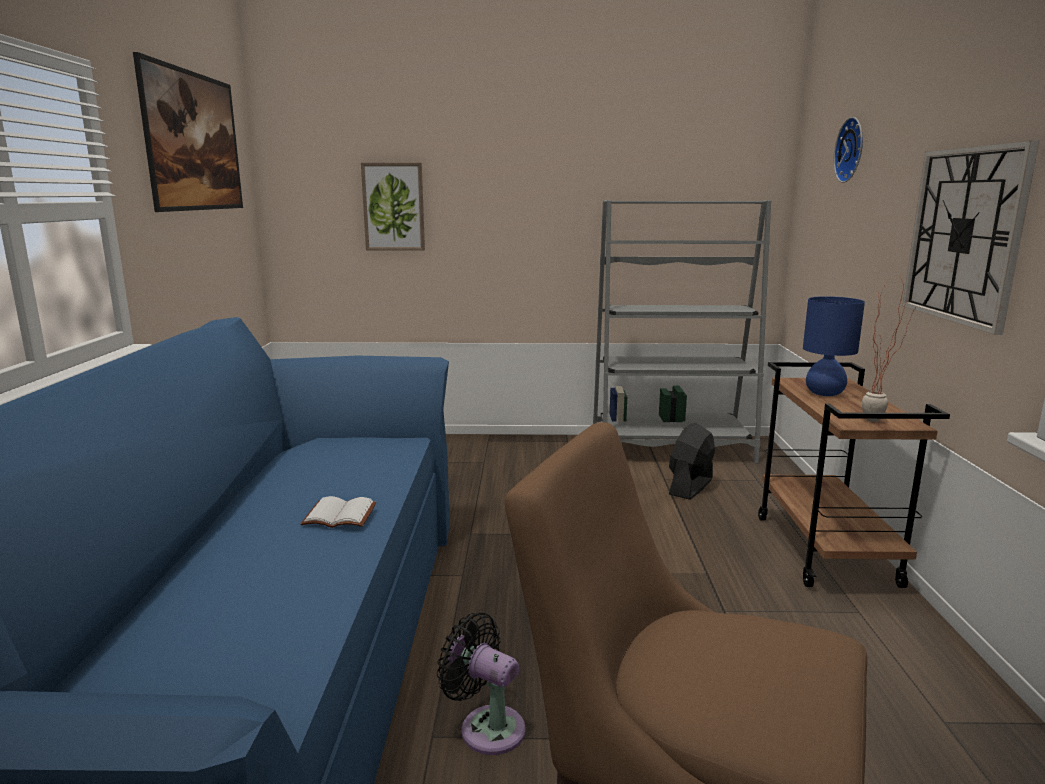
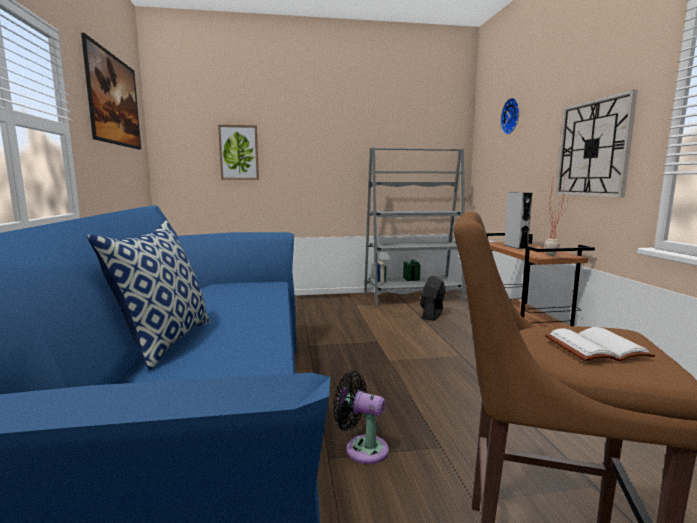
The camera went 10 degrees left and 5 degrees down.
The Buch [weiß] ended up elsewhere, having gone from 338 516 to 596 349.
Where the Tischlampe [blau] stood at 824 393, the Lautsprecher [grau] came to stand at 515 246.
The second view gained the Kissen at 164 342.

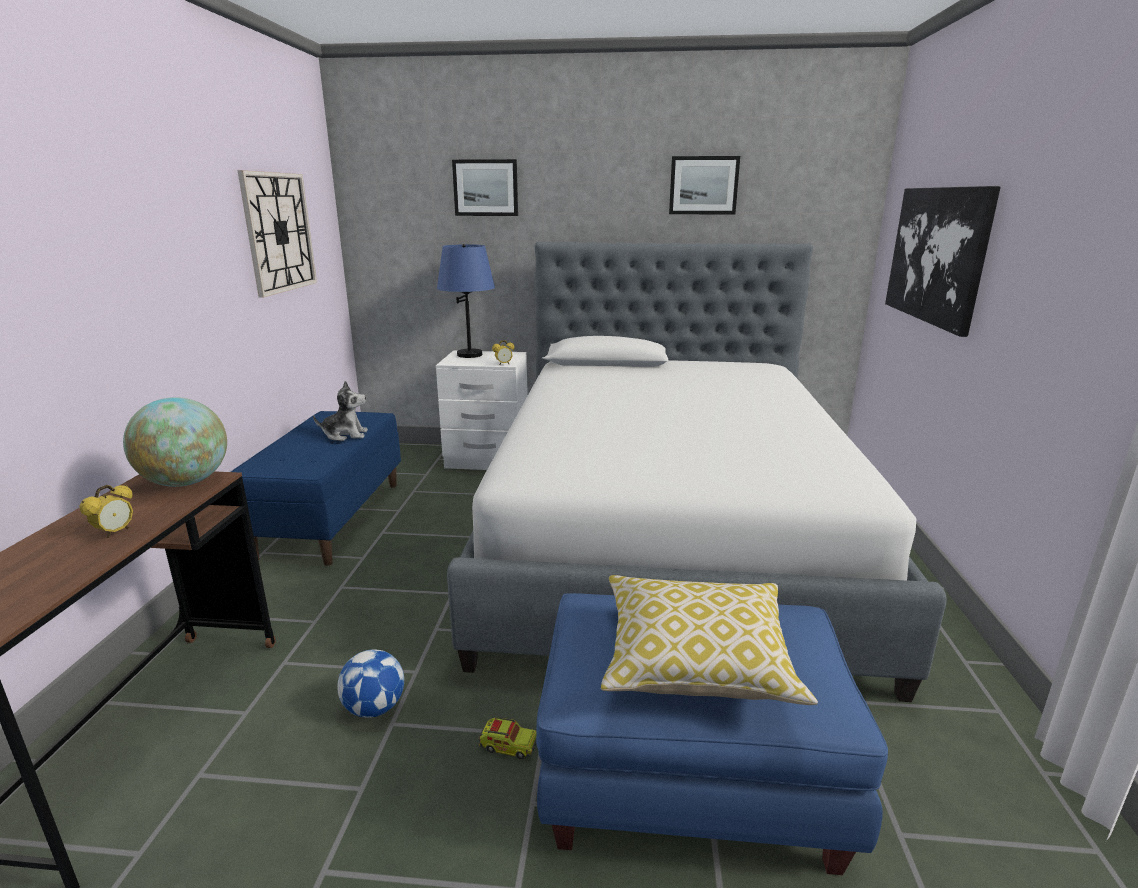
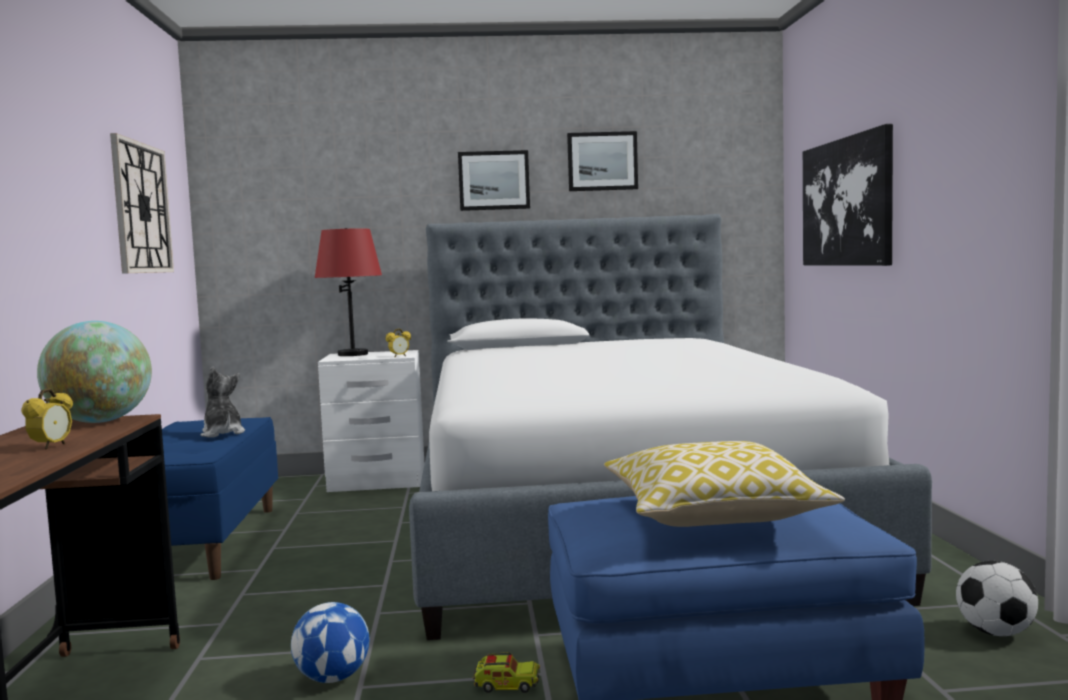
The camera went 10 degrees left and 15 degrees down.
The Plüschtier at 345 435 ended up facing another way, 105 degrees counterclockwise from before.
What was the Tischlampe [blau] at 469 355 turned into the Tischlampe [rot] at 352 354.
The Bild ended up elsewhere, having gone from 486 188 to 494 180.
The second view gained the Fußball at 995 633.

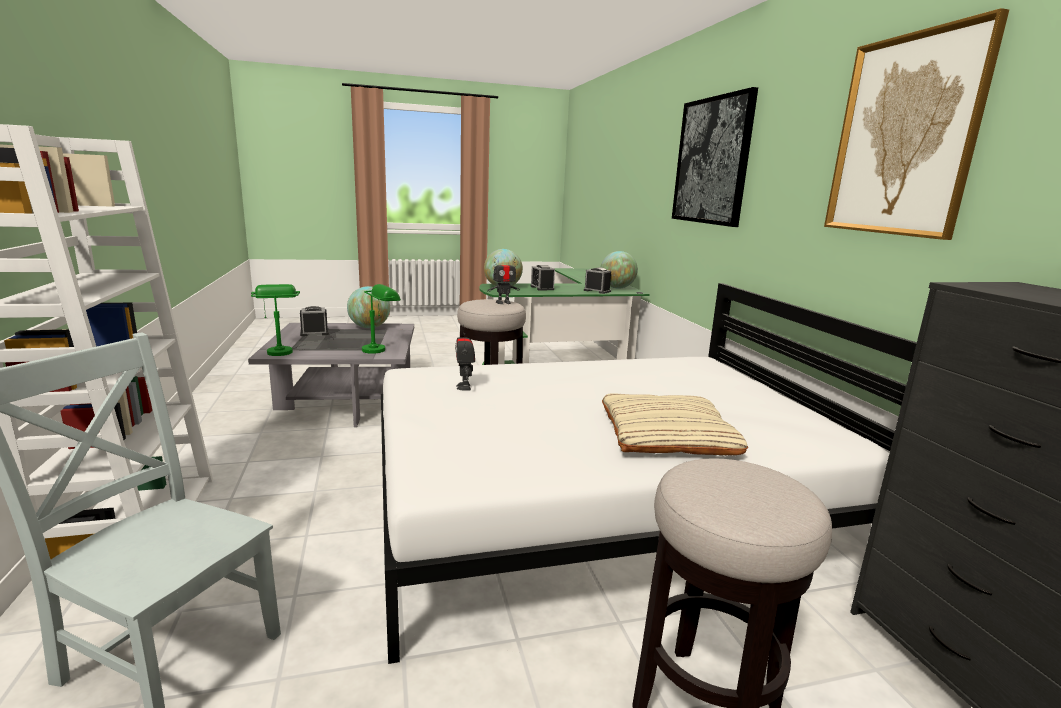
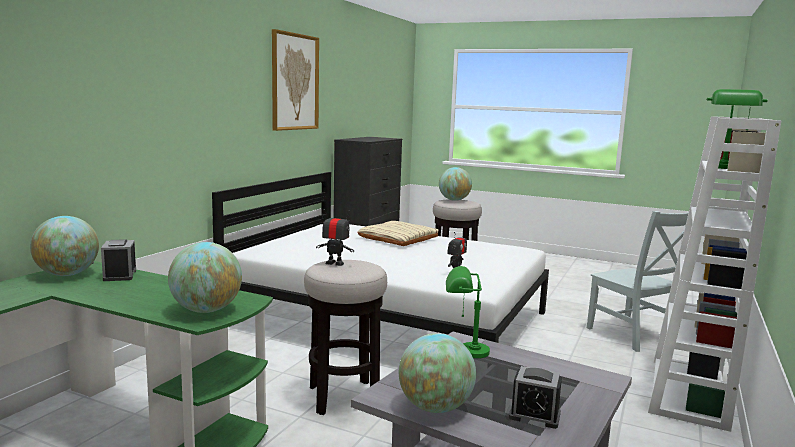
The camera went 140 degrees left and 5 degrees down.
The Tischlampe [grün] ended up elsewhere, having gone from 279 350 to 726 168.
The second view lost the Wecker at 542 288.
The second view lost the Bild at 712 161.
The second view gained the Globus at 454 200.

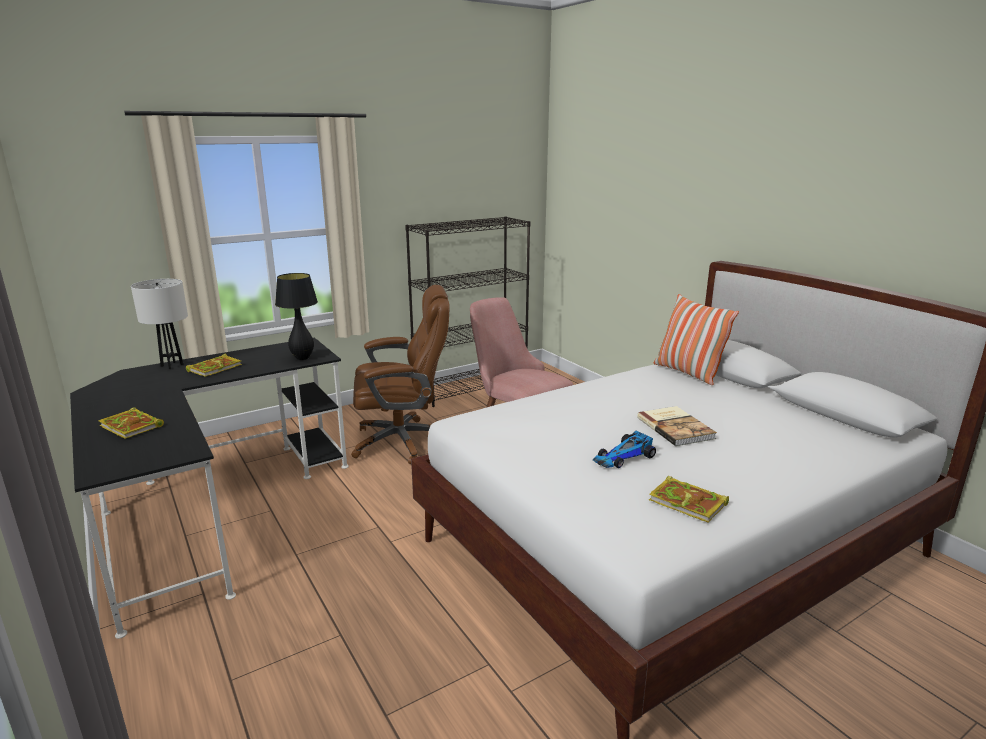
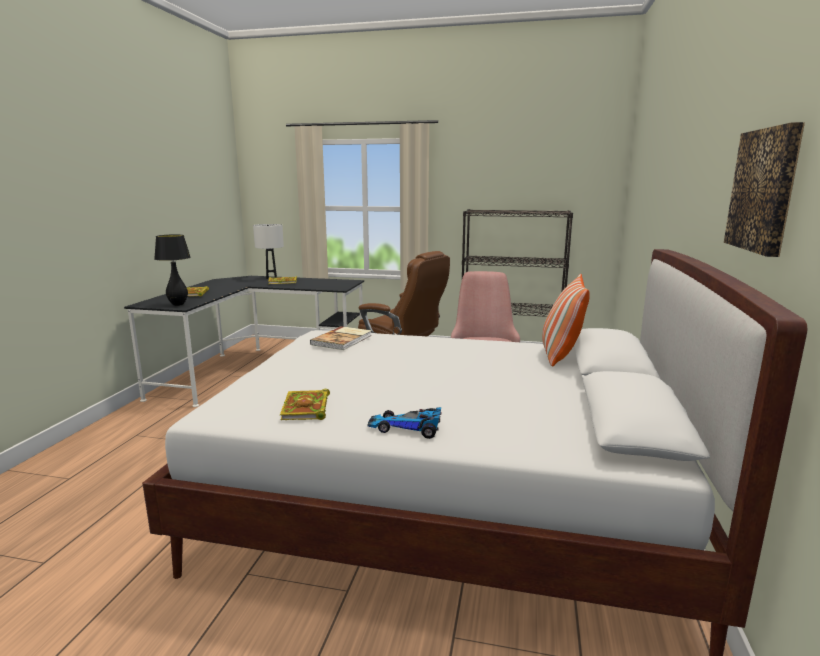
The camera went 45 degrees right and 5 degrees down.
The Tischlampe [schwarz] ended up elsewhere, having gone from 303 358 to 178 304.
The Spielzeugauto ended up elsewhere, having gone from 624 457 to 407 428.
The Buch ended up elsewhere, having gone from 676 427 to 343 340.
The second view gained the Bild at 764 190.

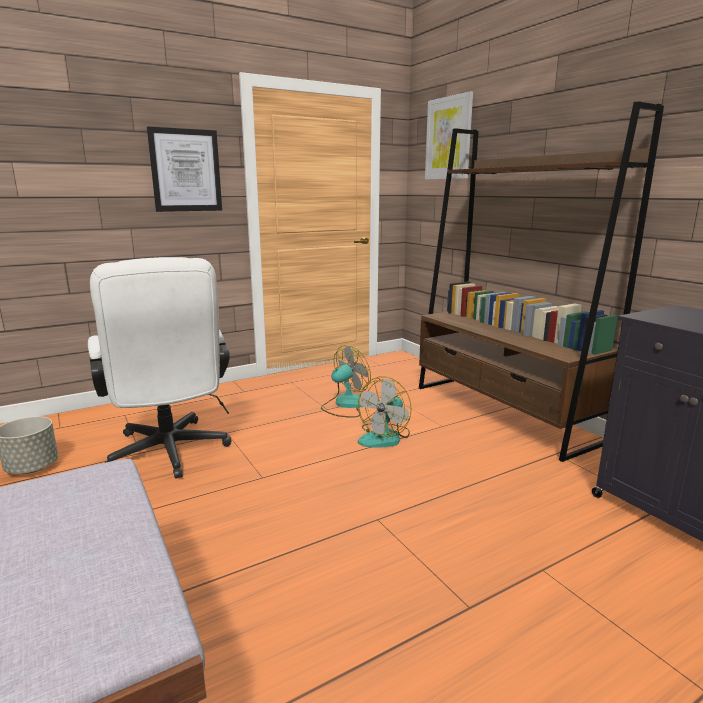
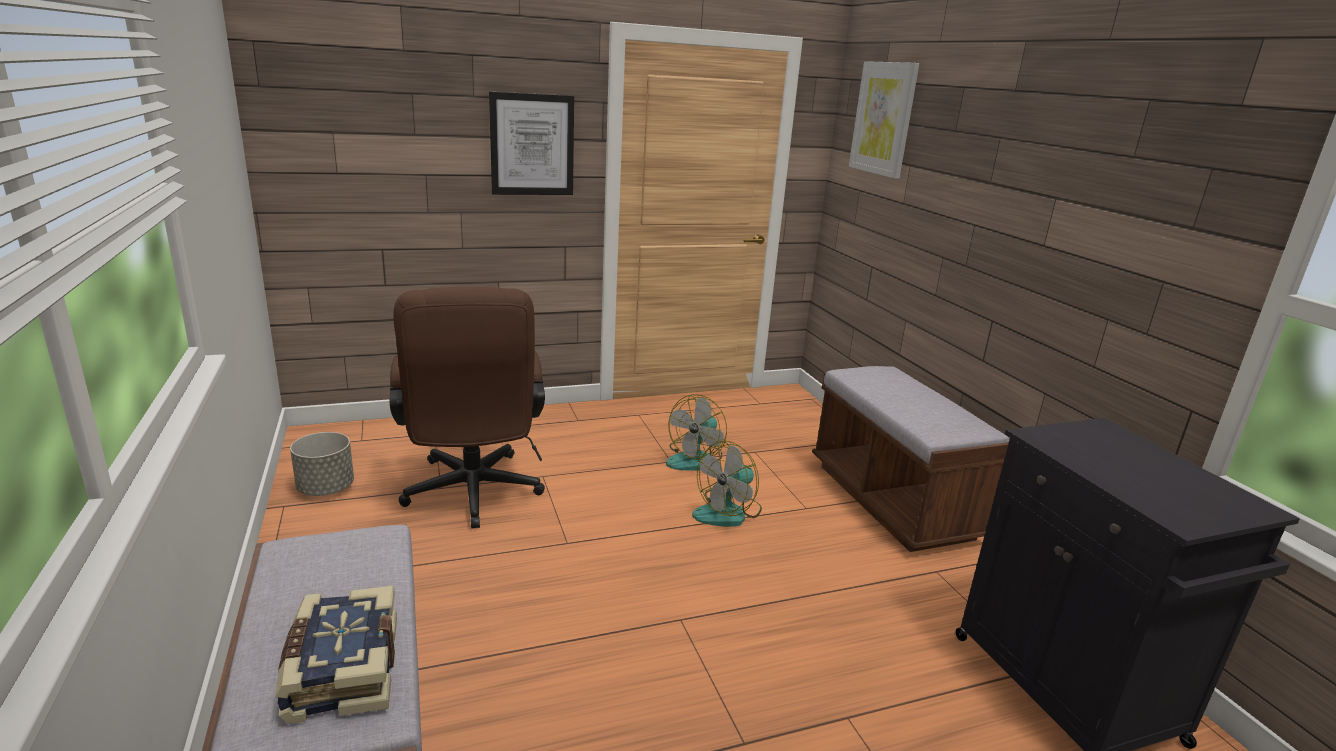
The camera went 10 degrees right and 5 degrees up.
What was the Bürostuhl [weiß] at 170 455 turned into the Bürostuhl [braun] at 472 496.
The Ventilator at 345 405 ended up facing another way, 150 degrees clockwise from before.
Where the Bücherregal [braun] stood at 502 413, the Bank [braun] came to stand at 892 501.
The second view gained the Buch at 341 670.

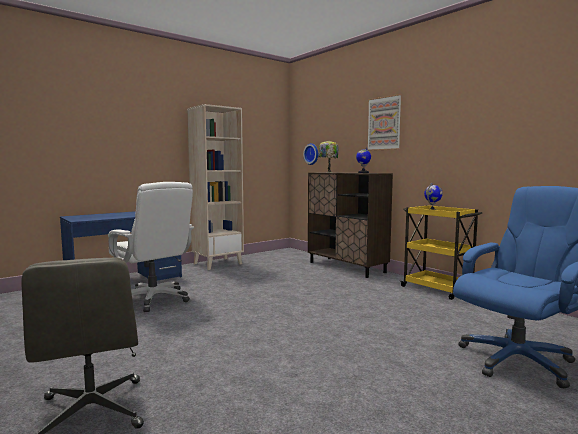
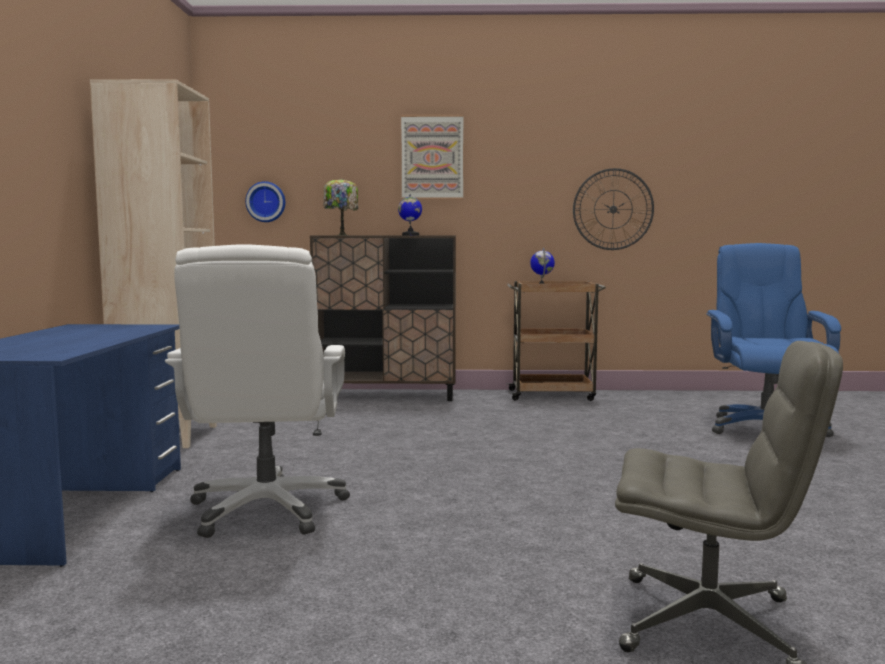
The camera went 50 degrees left and 0 degrees up.
The Bürostuhl [weiß] at 153 299 ended up facing another way, 90 degrees clockwise from before.
What was the Rollwagen [gelb] at 437 290 turned into the Rollwagen [braun] at 553 395.
The second view gained the Wanduhr at 613 209.

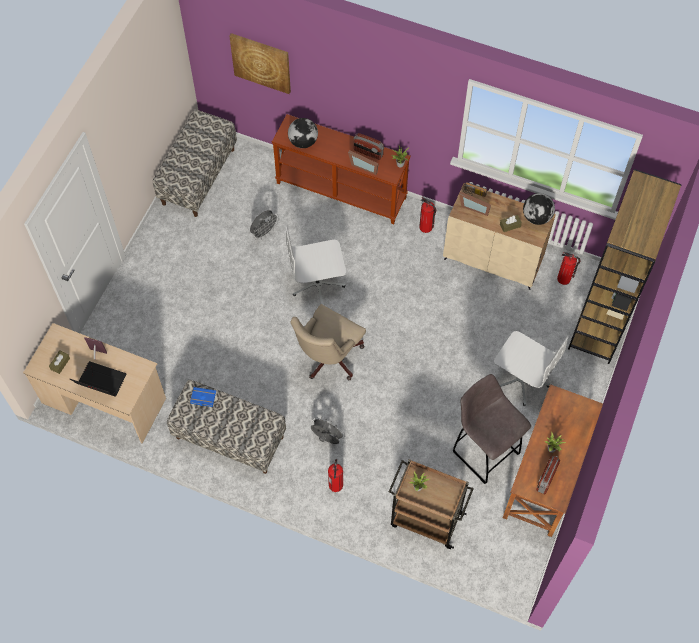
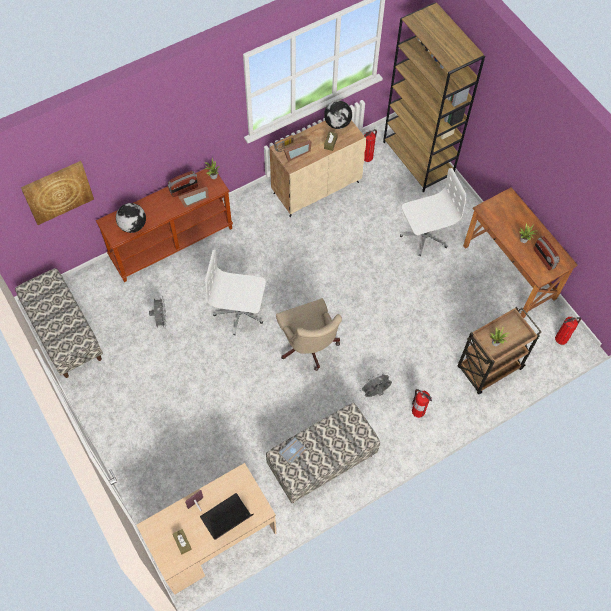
The camera went 55 degrees left and 0 degrees up.
What was the Buch [blau] at 202 398 turned into the Buch [grau] at 292 452.
The Bürostuhl [weiß] at 318 284 ended up facing another way, 75 degrees clockwise from before.
The Feuerlöscher ended up elsewhere, having gone from 426 227 to 561 338.
The second view lost the Hocker [grau] at 484 451.

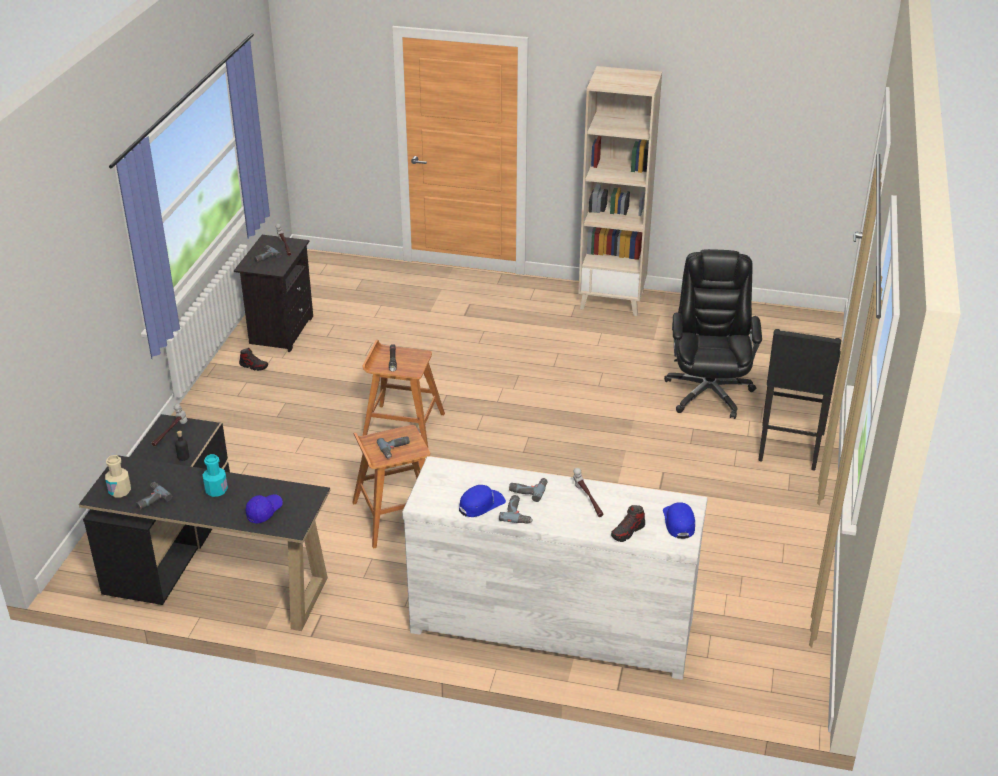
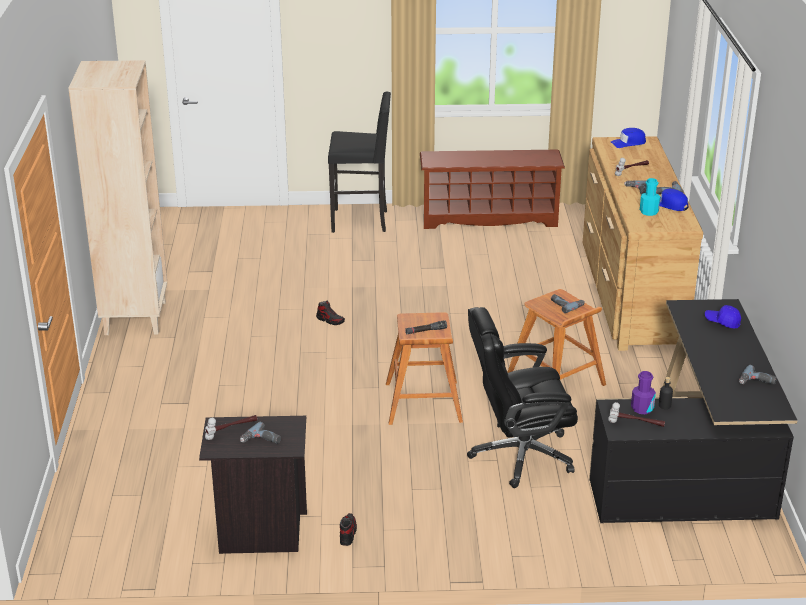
The camera went 105 degrees left and 5 degrees down.
The second view lost the Flasche [beige] at 120 491.
The Flasche [türkis] ended up elsewhere, having gone from 216 490 to 649 212.
What was the Kommode [weiß] at 551 624 turned into the Kommode [braun] at 631 294.
The Schuh ended up elsewhere, having gone from 628 531 to 330 320.
The Bürostuhl [schwarz] ended up elsewhere, having gone from 708 391 to 519 455.
The second view gained the Schuhregal [braun] at 489 218.
The second view gained the Flasche [lila] at 642 408.

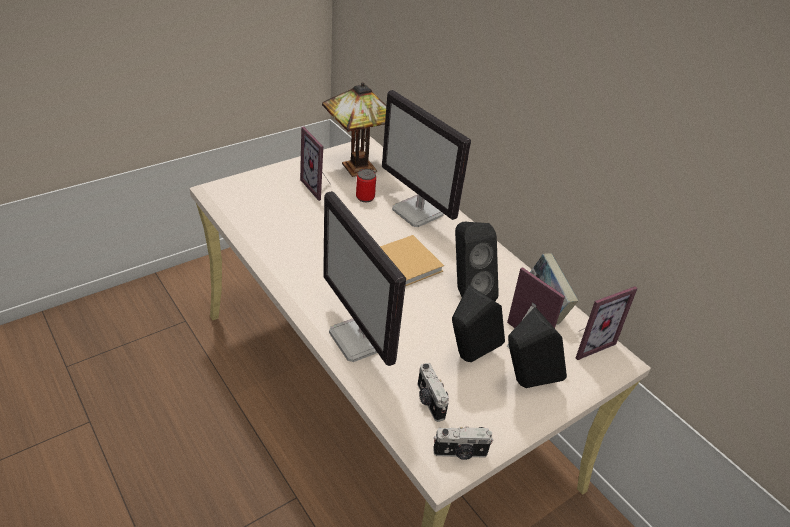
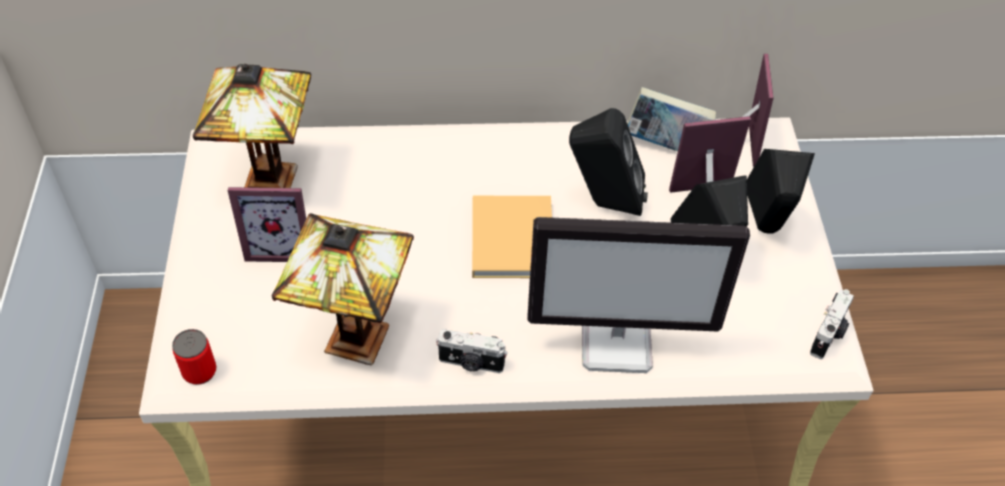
The camera went 55 degrees left and 10 degrees up.
The Dose ended up elsewhere, having gone from 365 197 to 199 371.
The second view lost the Monitor at 418 212.
The Kamera ended up elsewhere, having gone from 429 401 to 471 363.
The second view gained the Tischlampe at 351 340.

